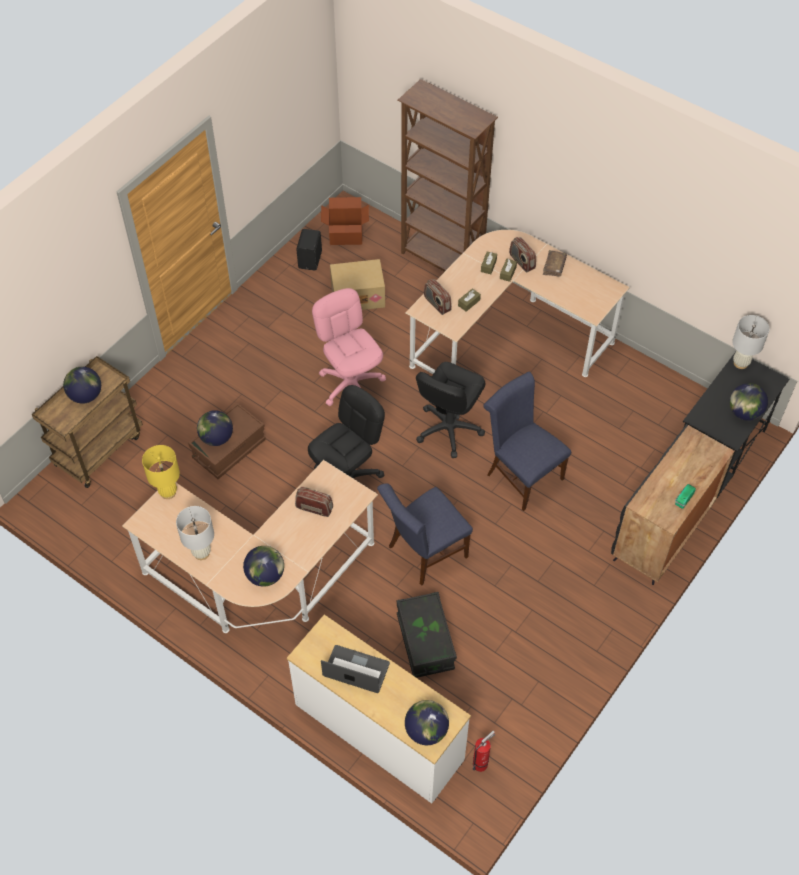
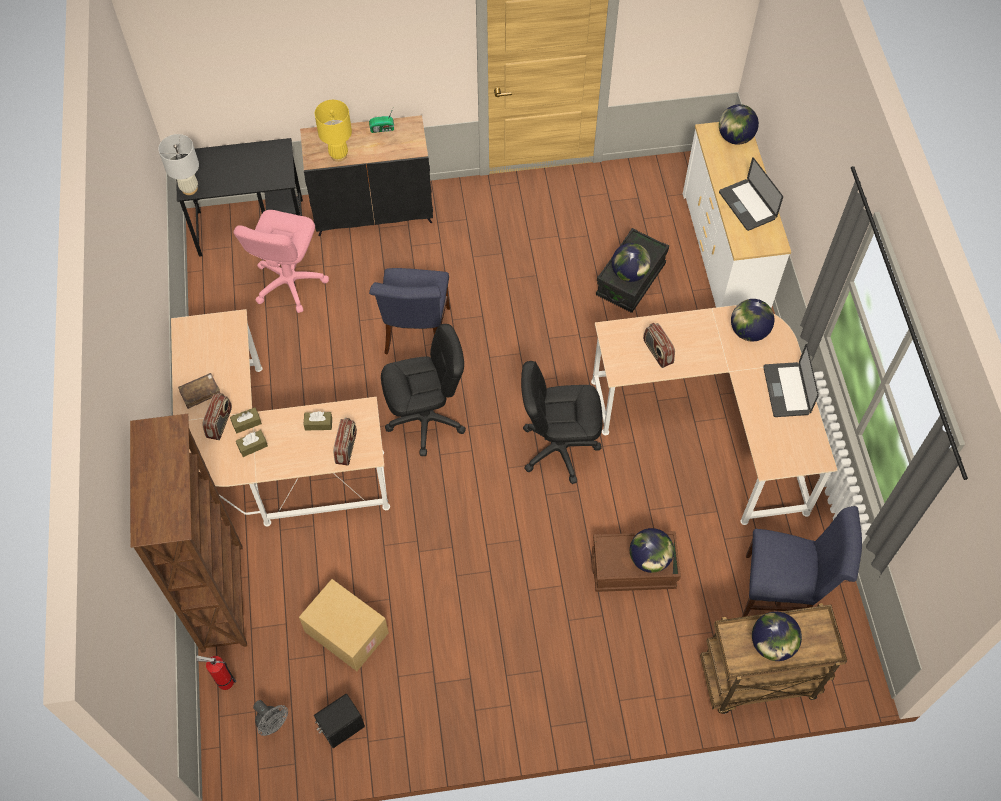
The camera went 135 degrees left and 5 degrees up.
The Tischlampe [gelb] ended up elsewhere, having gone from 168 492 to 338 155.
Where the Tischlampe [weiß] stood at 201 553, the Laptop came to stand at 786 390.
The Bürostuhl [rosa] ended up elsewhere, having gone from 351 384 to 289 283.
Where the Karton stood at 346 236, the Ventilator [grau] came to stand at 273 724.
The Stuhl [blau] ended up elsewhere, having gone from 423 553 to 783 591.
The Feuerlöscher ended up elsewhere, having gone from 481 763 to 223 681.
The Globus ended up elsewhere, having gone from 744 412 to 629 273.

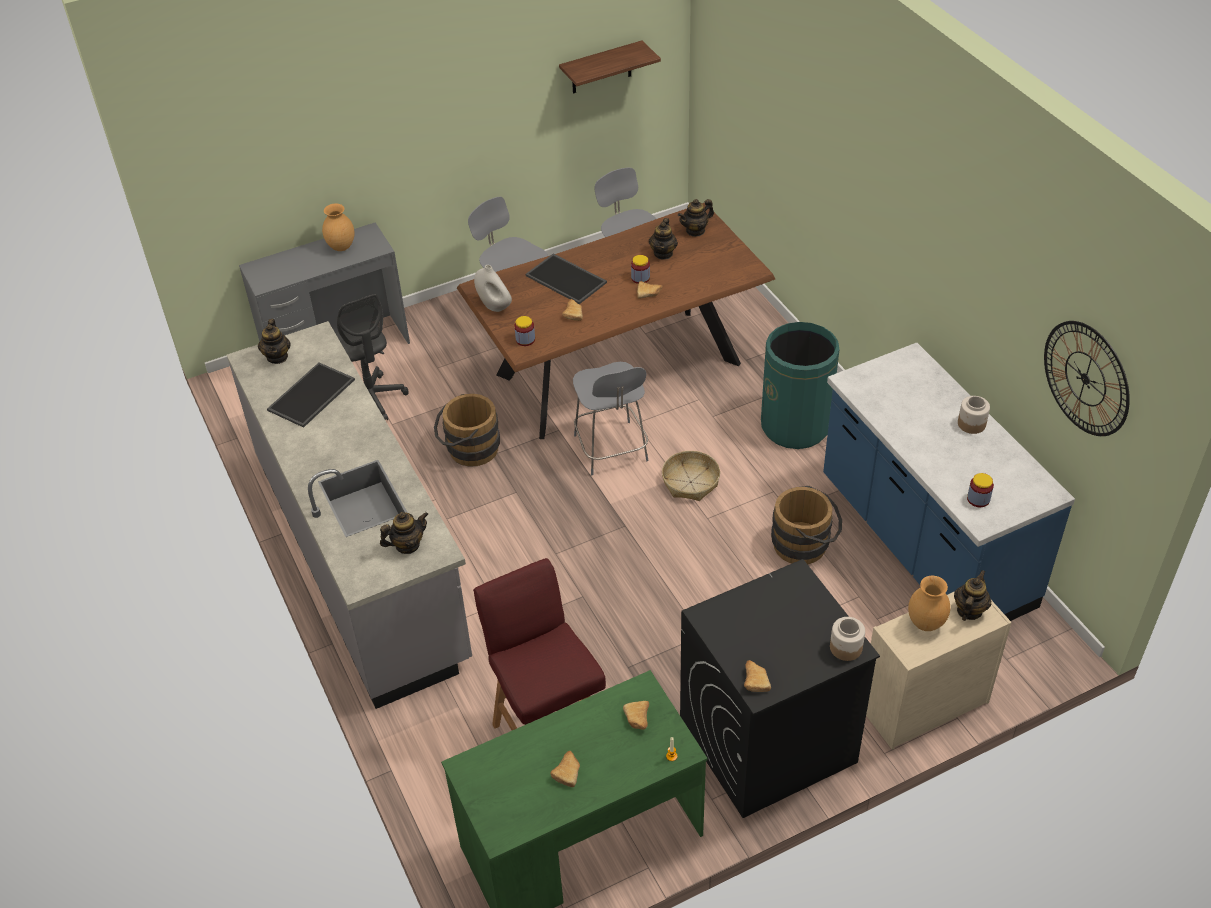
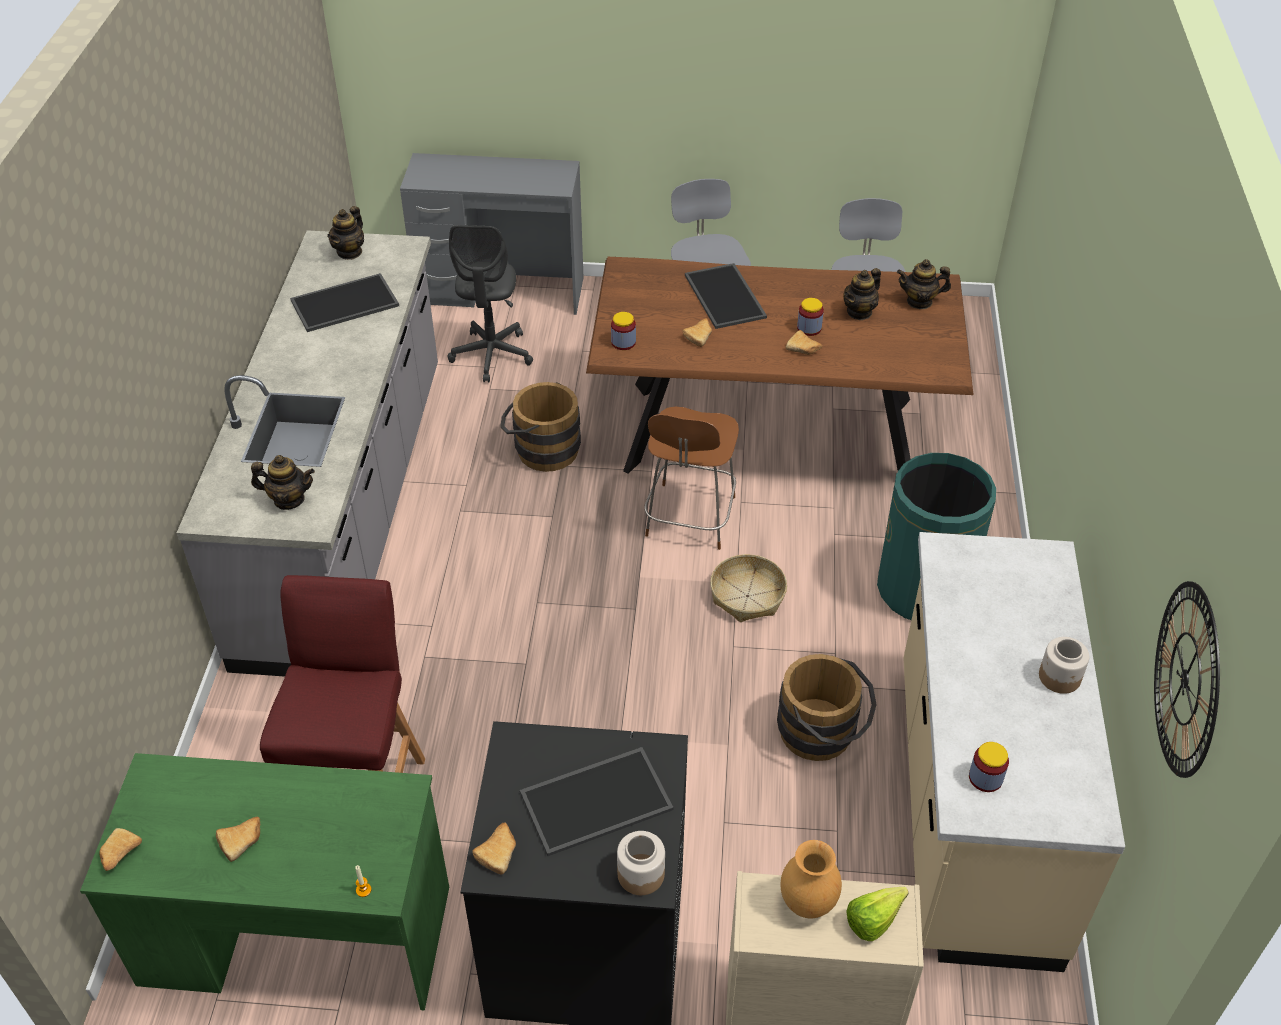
The camera went 30 degrees right and 0 degrees up.
The second view lost the Vase [braun] at 342 247.
The second view lost the Vase [weiß] at 494 306.
The second view lost the Wandregal at 601 68.
What was the Stuhl [grau] at 611 450 turned into the Stuhl [braun] at 689 519.
The Brot ended up elsewhere, having gone from 637 720 to 119 855.
What was the Küchenzeile [blau] at 924 544 turned into the Küchenzeile [beige] at 971 810.
Where the Teekanne stood at 969 610, the Salatkopf came to stand at 878 919.
The second view gained the Tablett at 596 799.

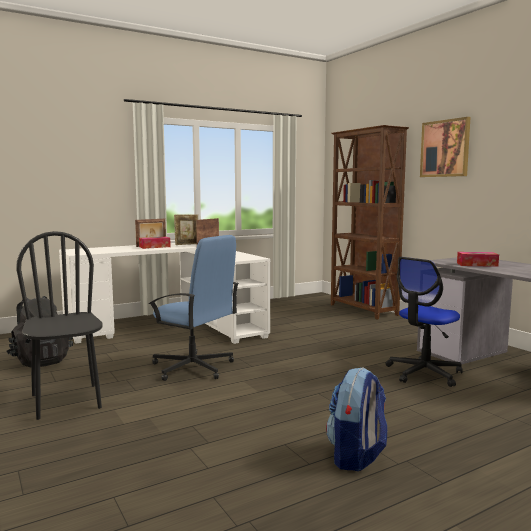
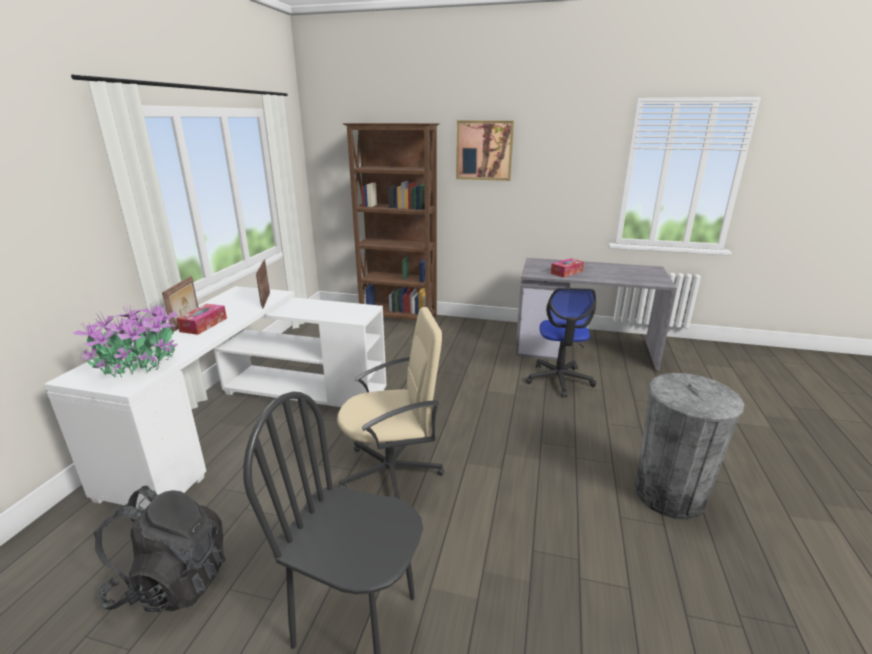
The camera went 45 degrees left and 15 degrees up.
What was the Bürostuhl [blau] at 193 367 turned into the Bürostuhl [beige] at 392 472.
The second view lost the Bilderrahmen at 187 244.
Where the Rucksack stood at 356 456, the Mülleimer [grau] came to stand at 669 495.
The second view gained the Topfpflanze at 140 364.

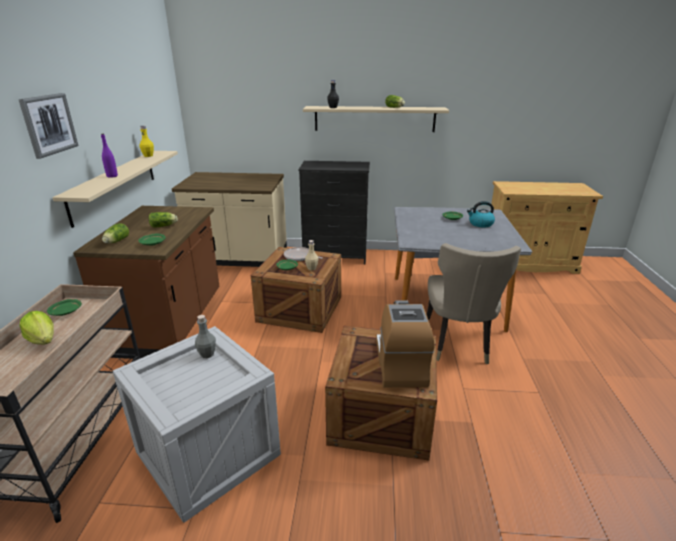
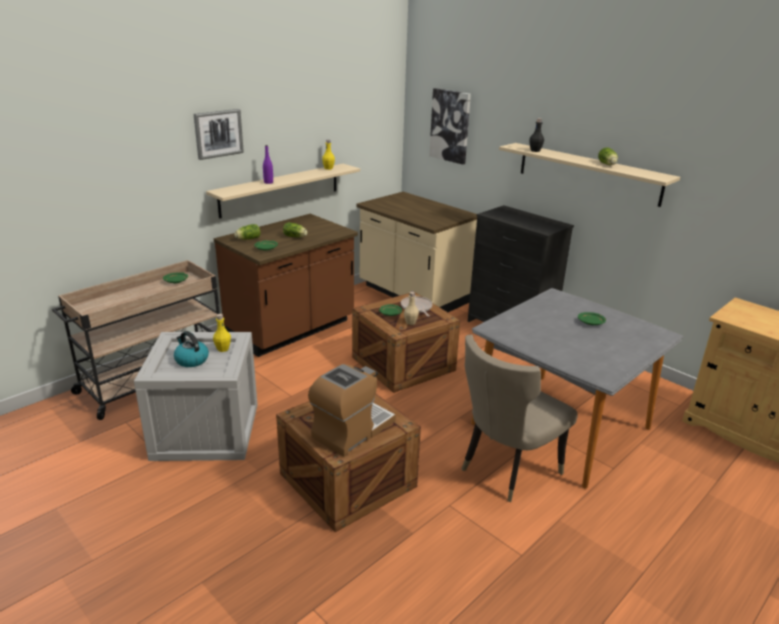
The camera went 40 degrees right and 0 degrees up.
The second view lost the Salatkopf at 43 340.
What was the Flasche [grau] at 207 354 turned into the Flasche [gelb] at 223 349.
The Wasserkessel ended up elsewhere, having gone from 480 224 to 191 360.
The second view gained the Bild at 450 126.

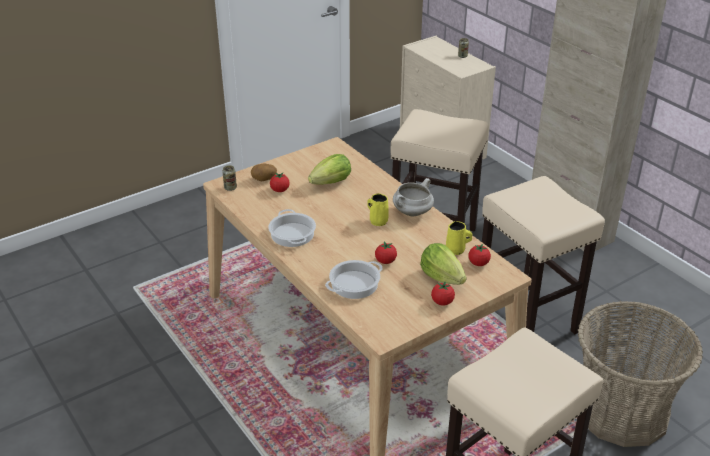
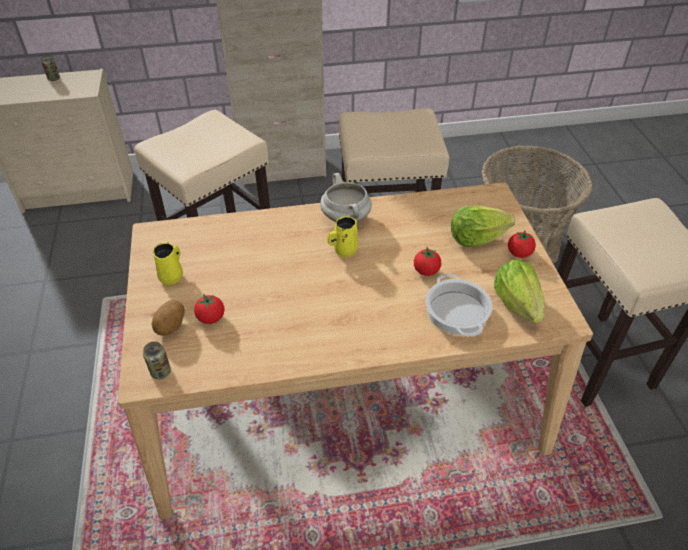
The camera went 65 degrees left and 10 degrees up.
The second view lost the Kochtopf at 293 234.
The Salatkopf ended up elsewhere, having gone from 331 182 to 517 303.
The Henkelbecher [gelb] ended up elsewhere, having gone from 456 250 to 172 276.
The second view lost the Tomate at 478 263.

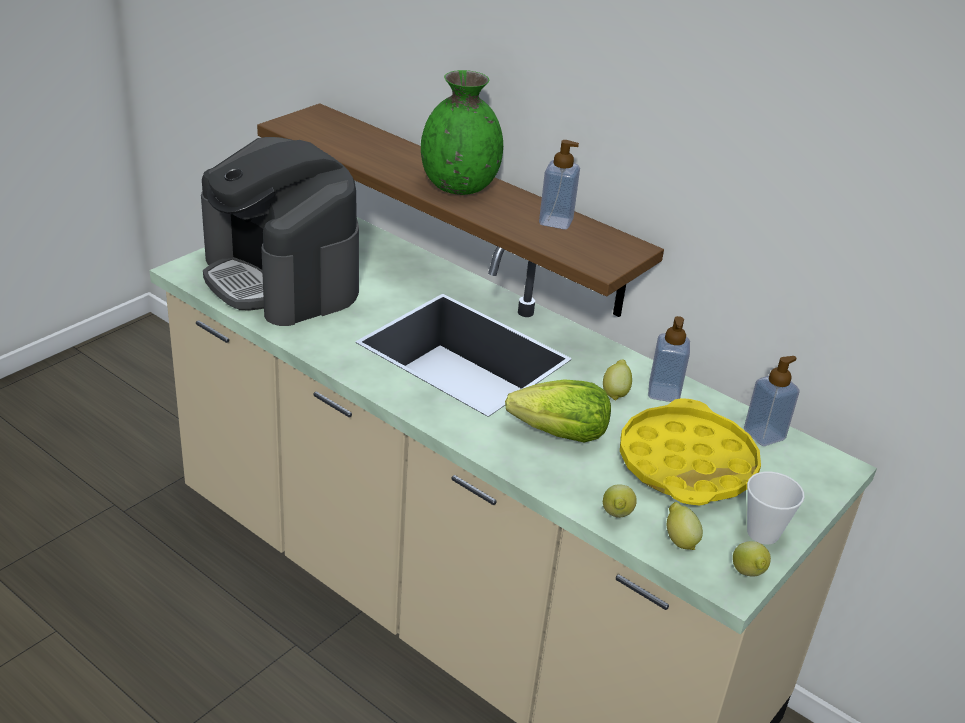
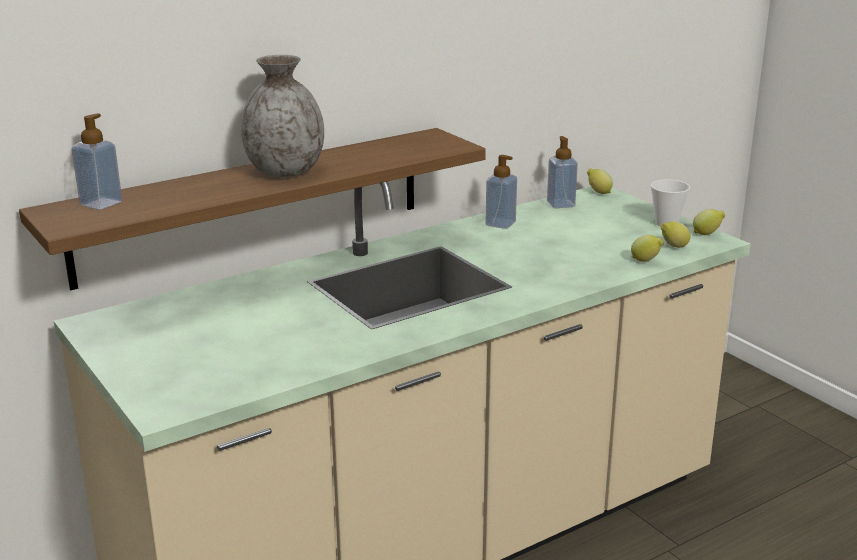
The camera went 70 degrees left and 10 degrees down.
The second view lost the Kaffeemaschine at 282 278.
What was the Vase [grün] at 458 187 turned into the Vase [grau] at 285 172.
The second view lost the Salatkopf at 561 435.
The Seifenspender ended up elsewhere, having gone from 556 221 to 101 203.
The Zitrone ended up elsewhere, having gone from 615 393 to 598 192.
The second view lost the Tablett [gelb] at 686 464.

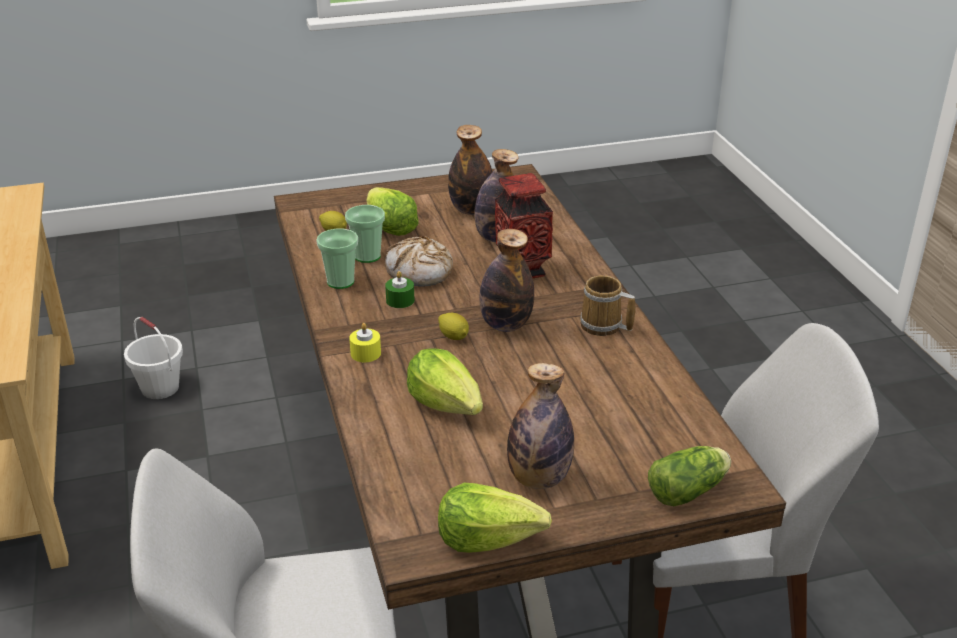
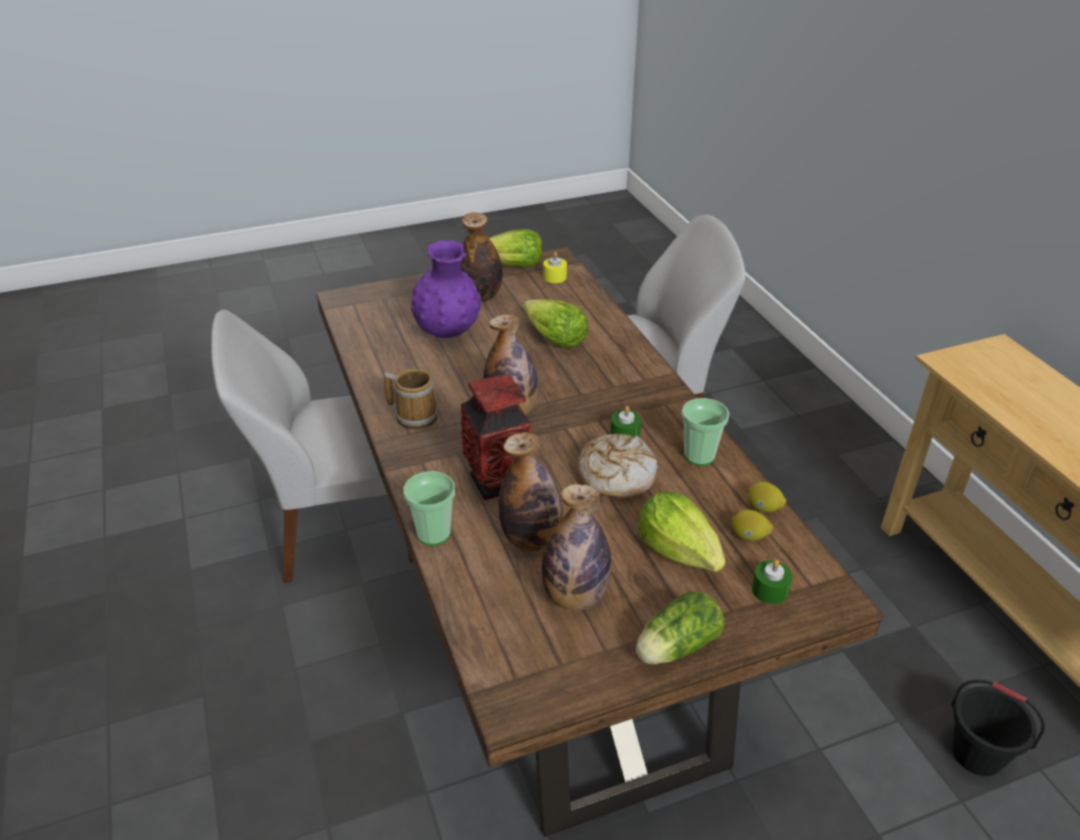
The camera went 175 degrees right and 5 degrees up.
What was the Eimer [weiß] at 159 388 turned into the Eimer [schwarz] at 977 754.
The Tasse ended up elsewhere, having gone from 367 256 to 433 533.
The Kerze [gelb] ended up elsewhere, having gone from 365 353 to 554 277.
The Zitrone ended up elsewhere, having gone from 453 337 to 763 508.
The Salatkopf ended up elsewhere, having gone from 690 490 to 674 647.
The second view gained the Vase [lila] at 448 332.
The second view gained the Kerze [grün] at 770 590.

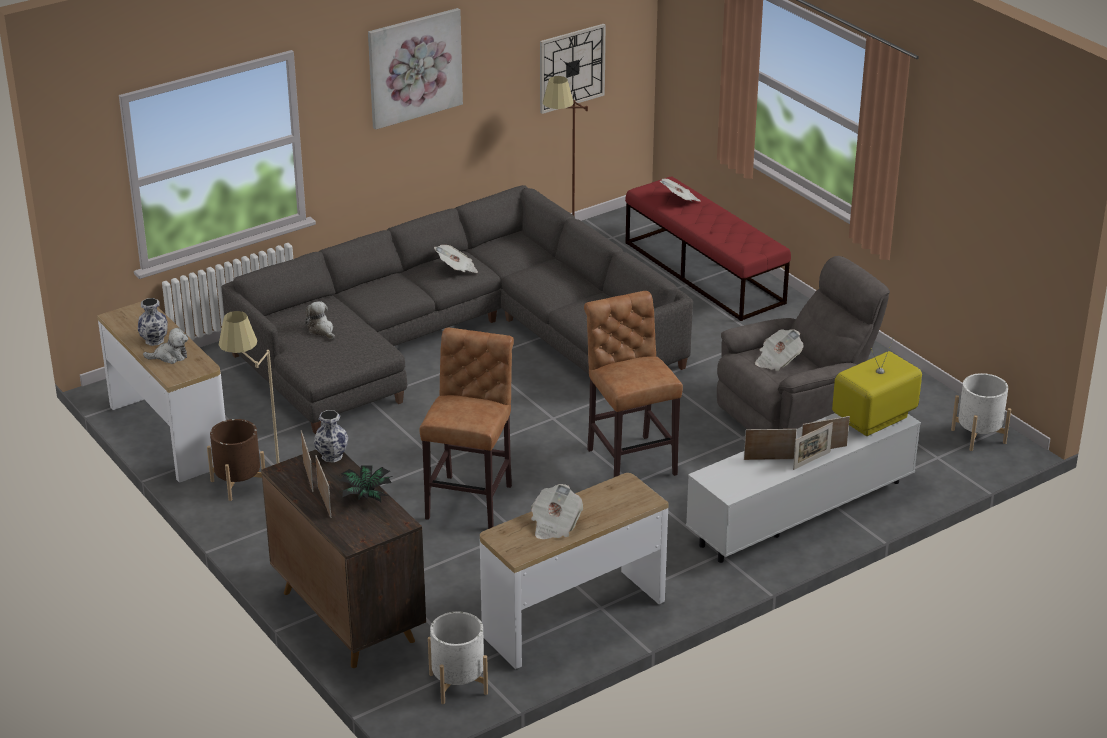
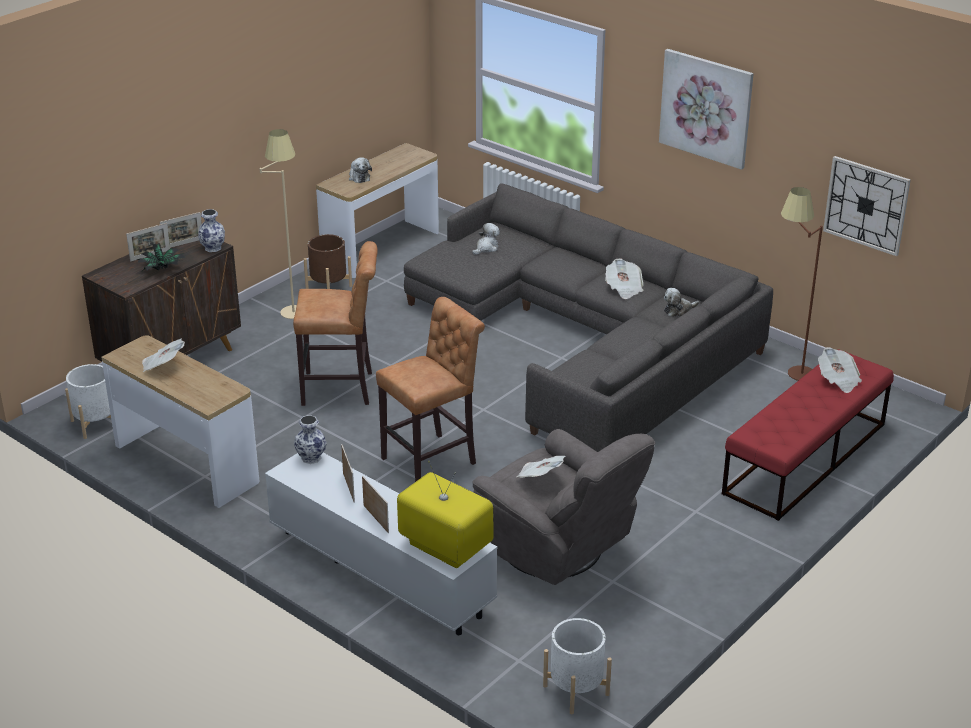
The camera went 75 degrees right and 0 degrees up.
The Vase ended up elsewhere, having gone from 154 340 to 311 457.
The second view lost the Bilderrahmen at 811 461.
The second view gained the Plüschtier at 678 310.

